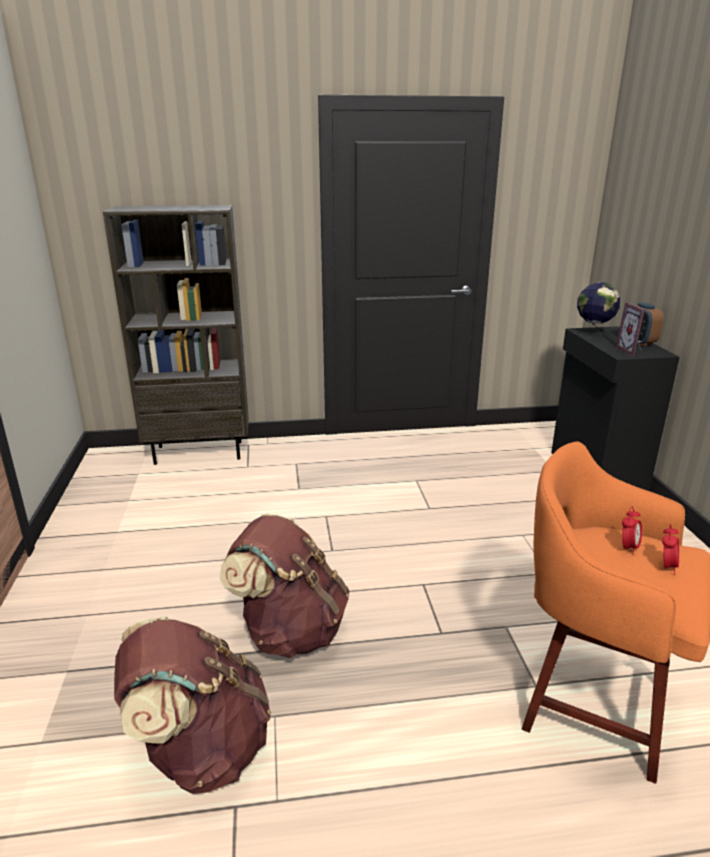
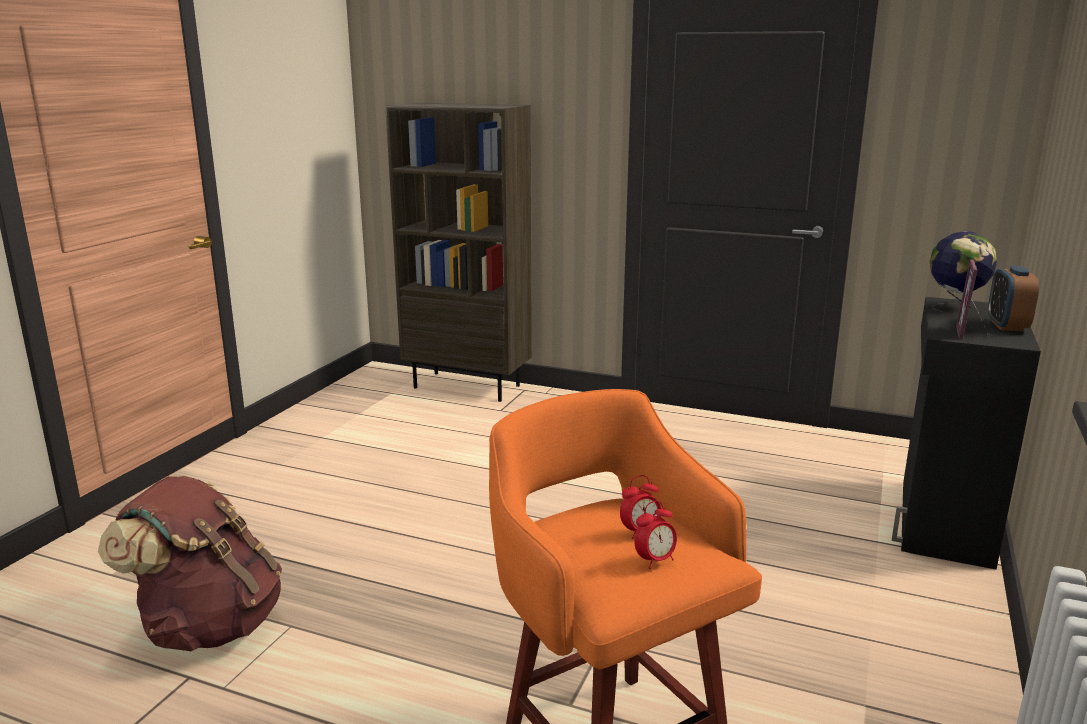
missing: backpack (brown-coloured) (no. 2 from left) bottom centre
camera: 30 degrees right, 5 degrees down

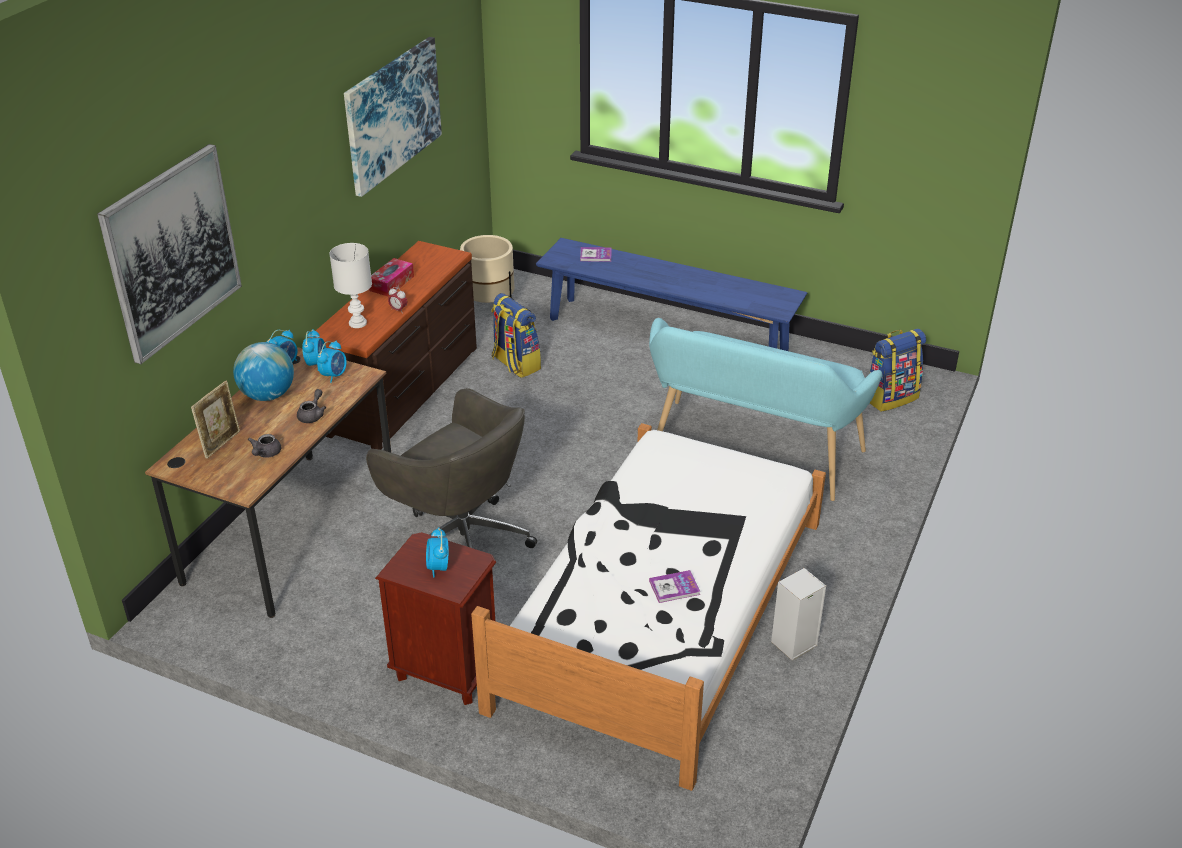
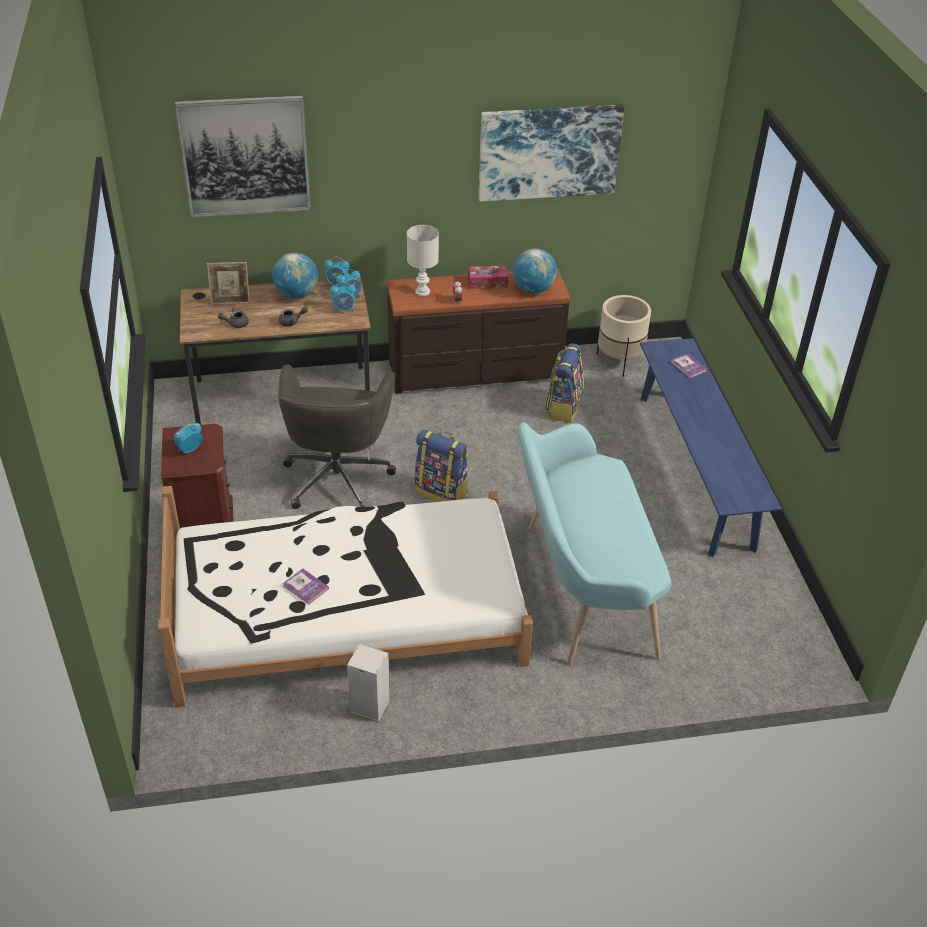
appeared: desk globe (no. 2 from left) top centre
relocated: backpack (no. 2 from left in the first image) middle right to backpack (no. 1 from left) centre
camera: 55 degrees right, 5 degrees up

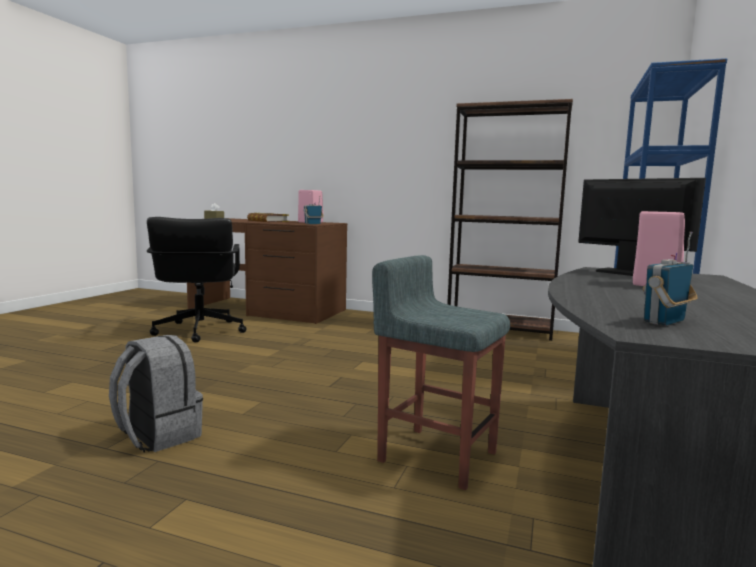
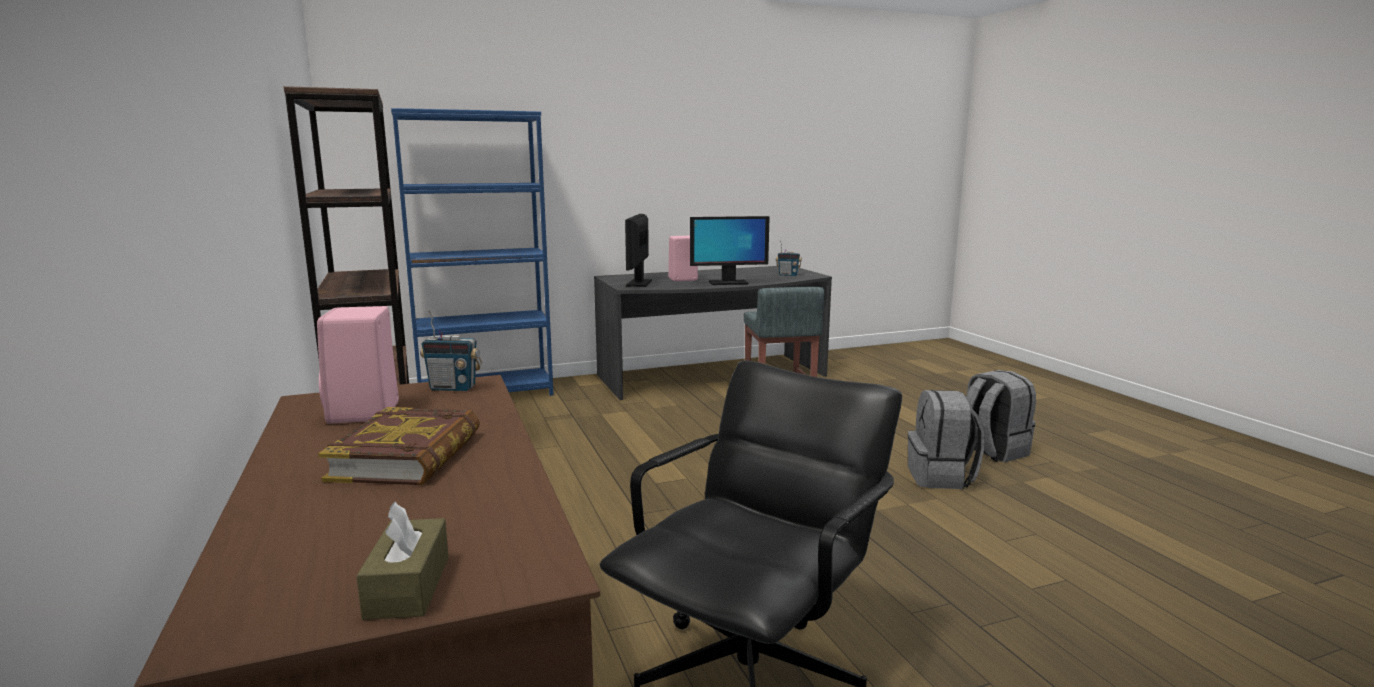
appeared: monitor (no. 2 from left) centre; backpack (gray) (no. 2 from left) middle right
camera: 130 degrees left, 5 degrees up

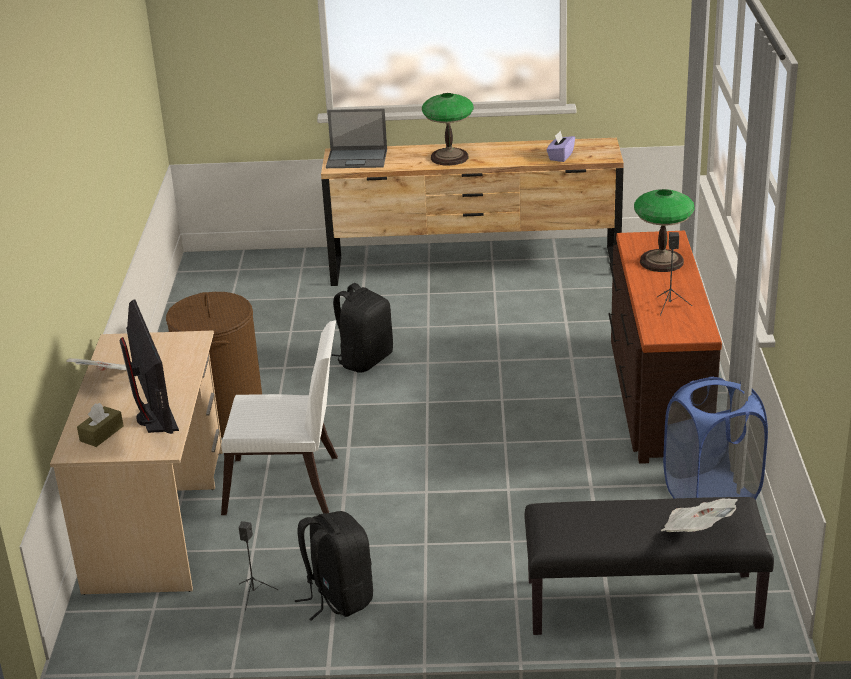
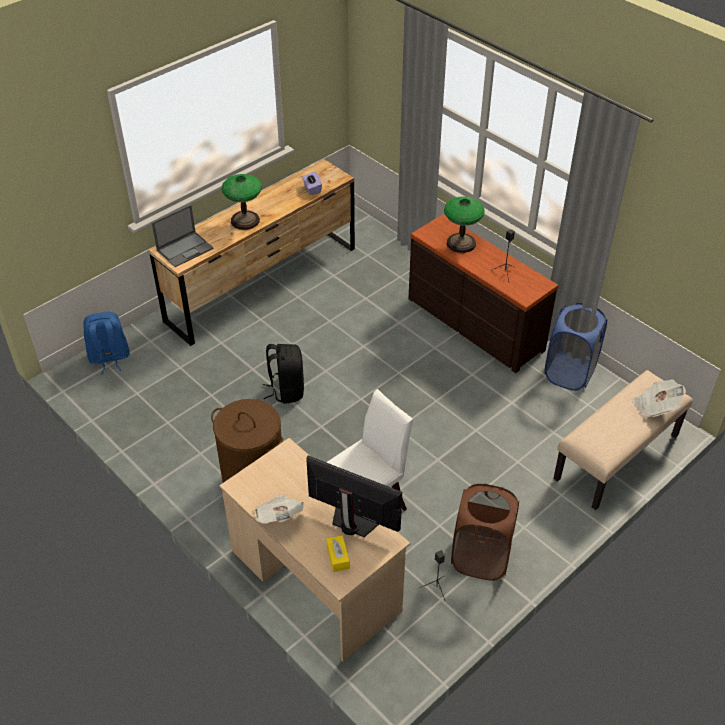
appeared: backpack (blue-coloured) middle left
exchanged: backpack (blackish) (no. 1 from left) bottom centre to laundry basket (brown-coloured) (no. 2 from left) bottom right
colour: box of tissues (brown-coloured) middle left to box of tissues (yellow-coloured) bottom centre; indoor bench (blackish) bottom right to indoor bench (beige) middle right
camera: 45 degrees left, 15 degrees up

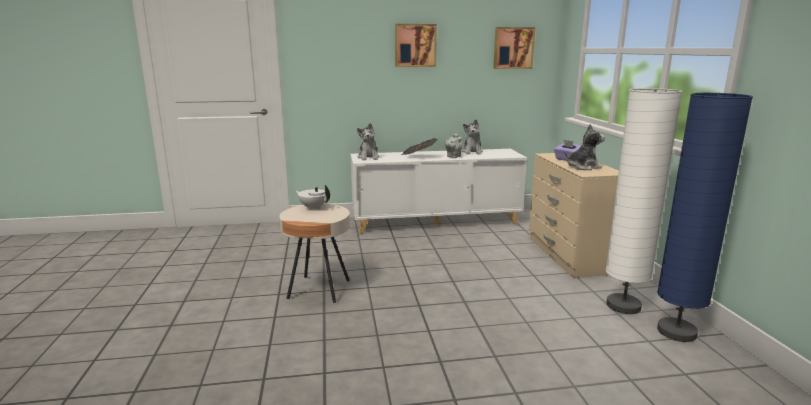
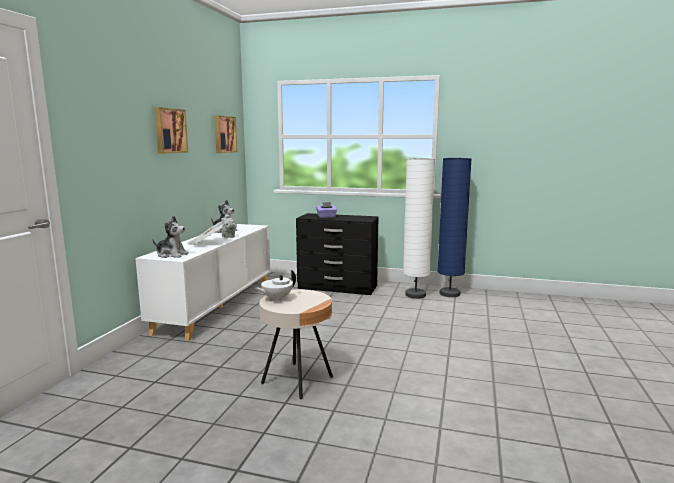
missing: soft toy (no. 3 from left) middle right
colour: dresser (beige) middle right to dresser (blackish) centre
camera: 65 degrees left, 5 degrees down

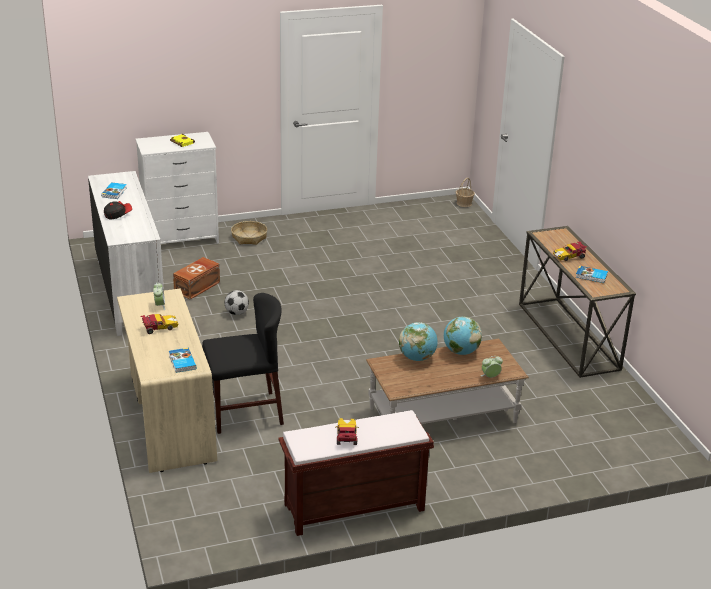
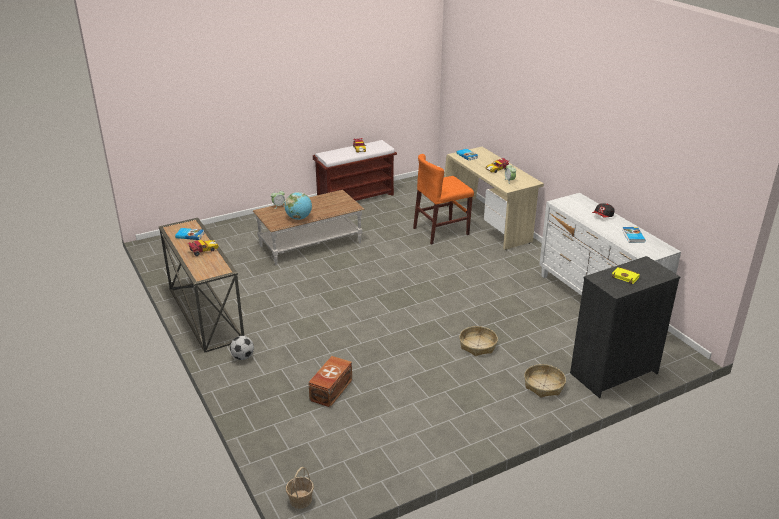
missing: desk globe (no. 1 from left) centre
appeared: household basket (no. 2 from left) centre
relocated: football ball centre to bottom left; storage box (brown-coloured) middle left to bottom centre
colour: plain chair (blackish) centre to plain chair (orange-coloured) centre; dresser (white-coloured) (no. 2 from left) top left to dresser (blackish) middle right
camera: 170 degrees right, 0 degrees up

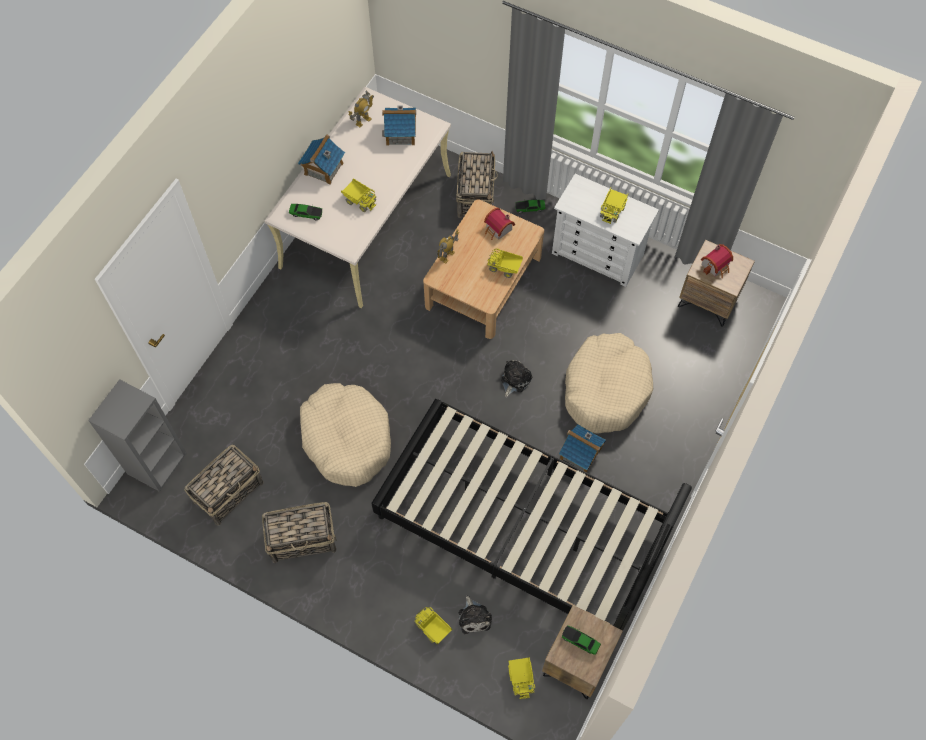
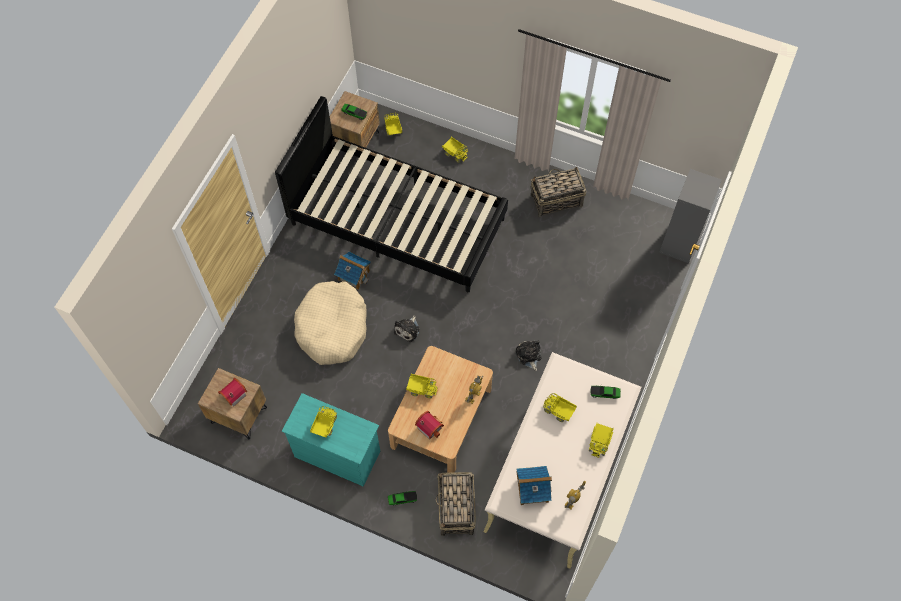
missing: household basket (no. 1 from left) middle left; dog bed (beige) (no. 1 from left) centre
relocated: soft toy (no. 1 from left in the first image) bottom centre to soft toy (no. 2 from left) centre
exchanged: model house (no. 1 from left) top centre to toy truck (no. 6 from left) bottom right
colour: dresser (white-coloured) top centre to dresser (blue-green) bottom centre
camera: 175 degrees right, 0 degrees up

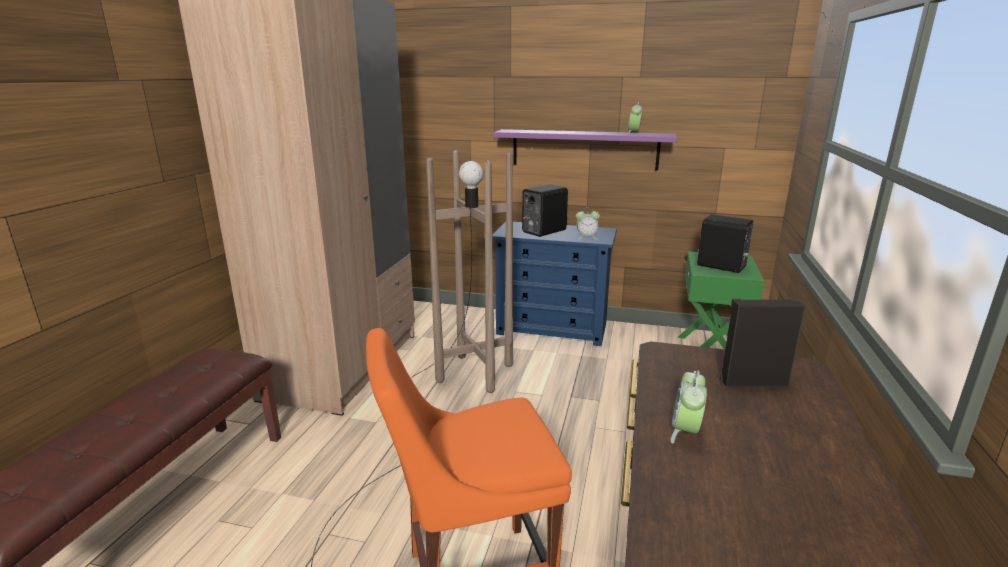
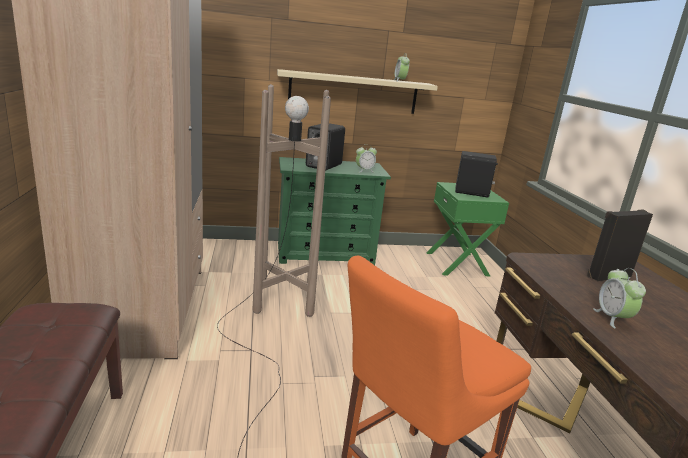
colour: wall shelf (purple) top centre to wall shelf (beige) top centre; dresser (blue-coloured) centre to dresser (green-coloured) centre
camera: 25 degrees left, 0 degrees up

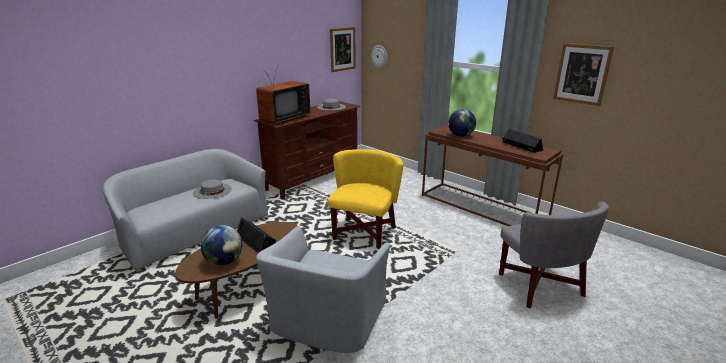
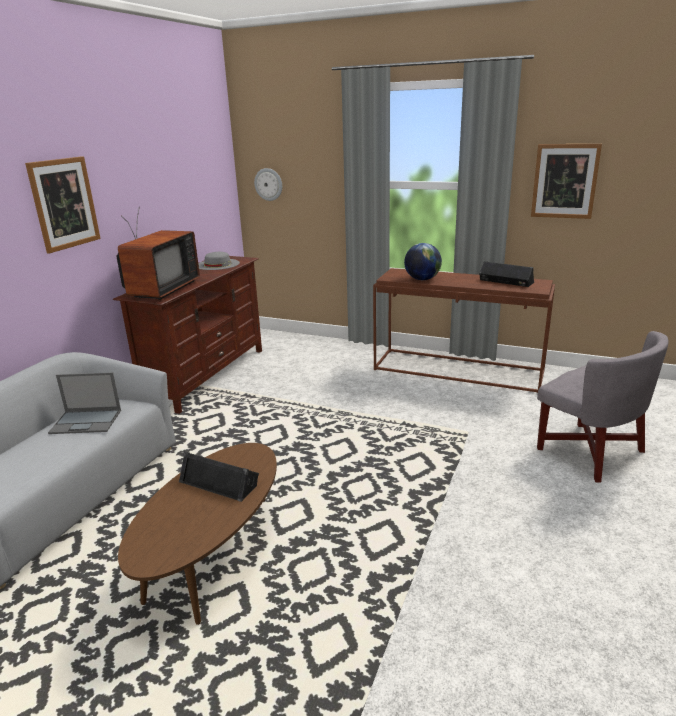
missing: desk globe (no. 1 from left) bottom left; easy chair (gray) (no. 1 from left) bottom centre; easy chair (yellow-coloured) centre
relocated: wall picture (no. 1 from left) top centre to top left
exchanged: clothing hat (gray) (no. 1 from left) middle left to portable computer middle left
camera: 20 degrees left, 0 degrees up

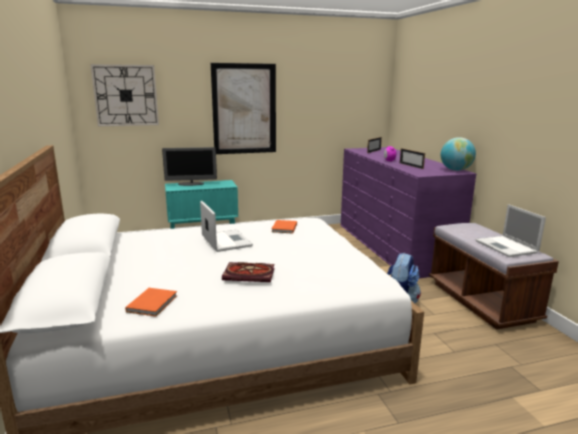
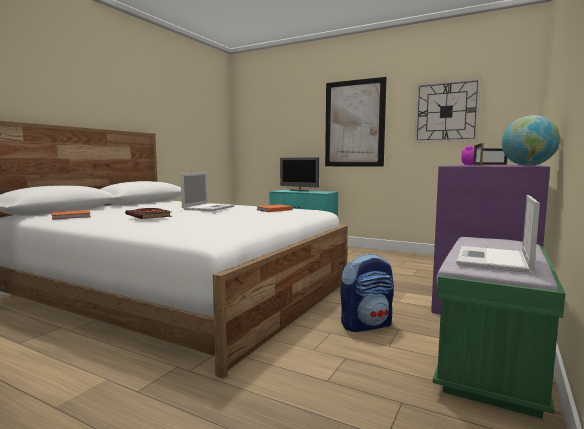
relocated: wall clock top left to top right
colour: indoor bench (brown-coloured) middle right to indoor bench (green-coloured) bottom right
camera: 45 degrees right, 10 degrees down

